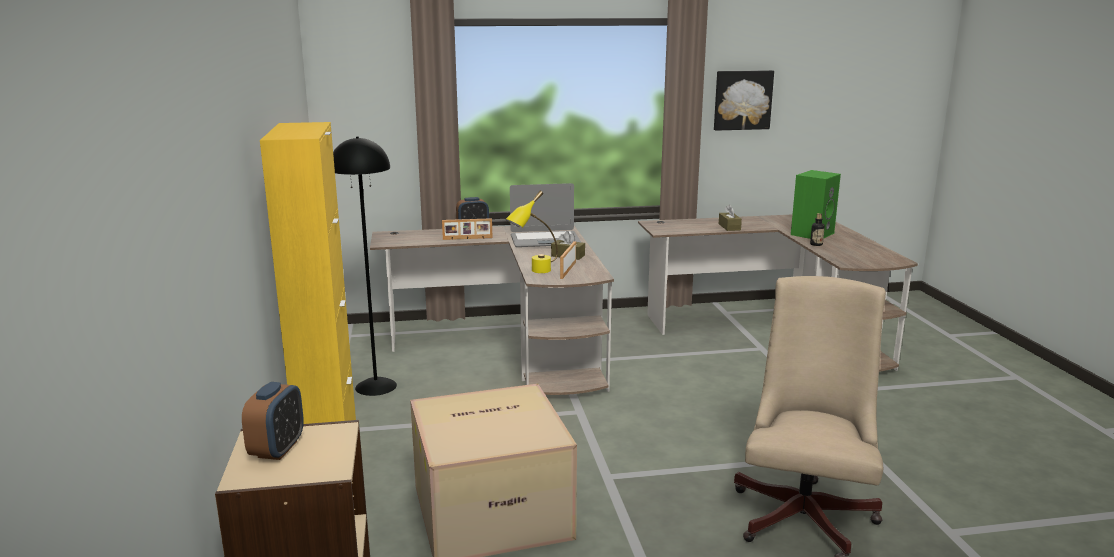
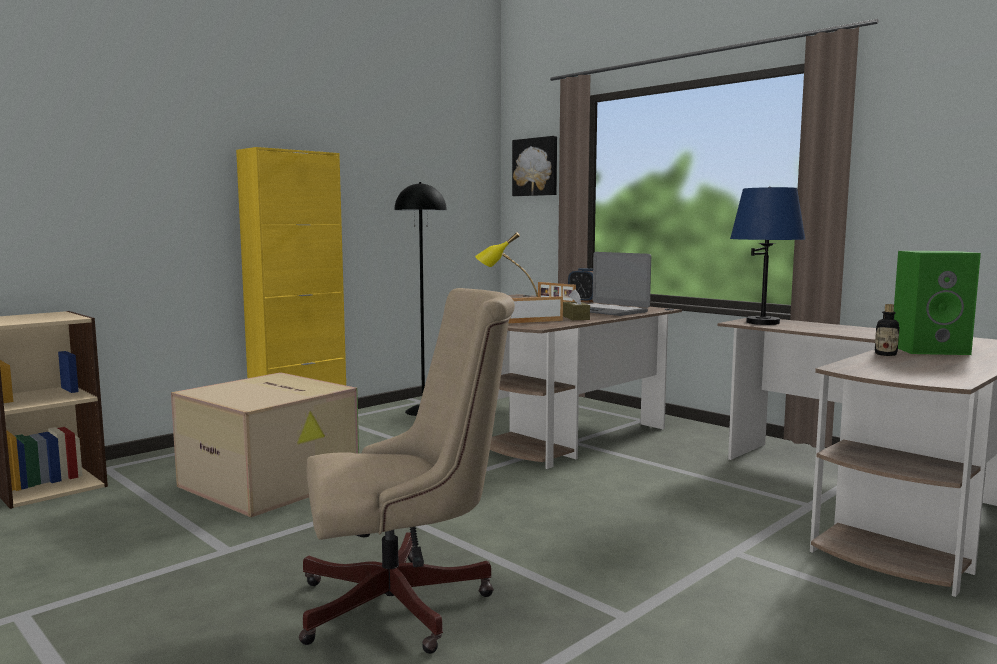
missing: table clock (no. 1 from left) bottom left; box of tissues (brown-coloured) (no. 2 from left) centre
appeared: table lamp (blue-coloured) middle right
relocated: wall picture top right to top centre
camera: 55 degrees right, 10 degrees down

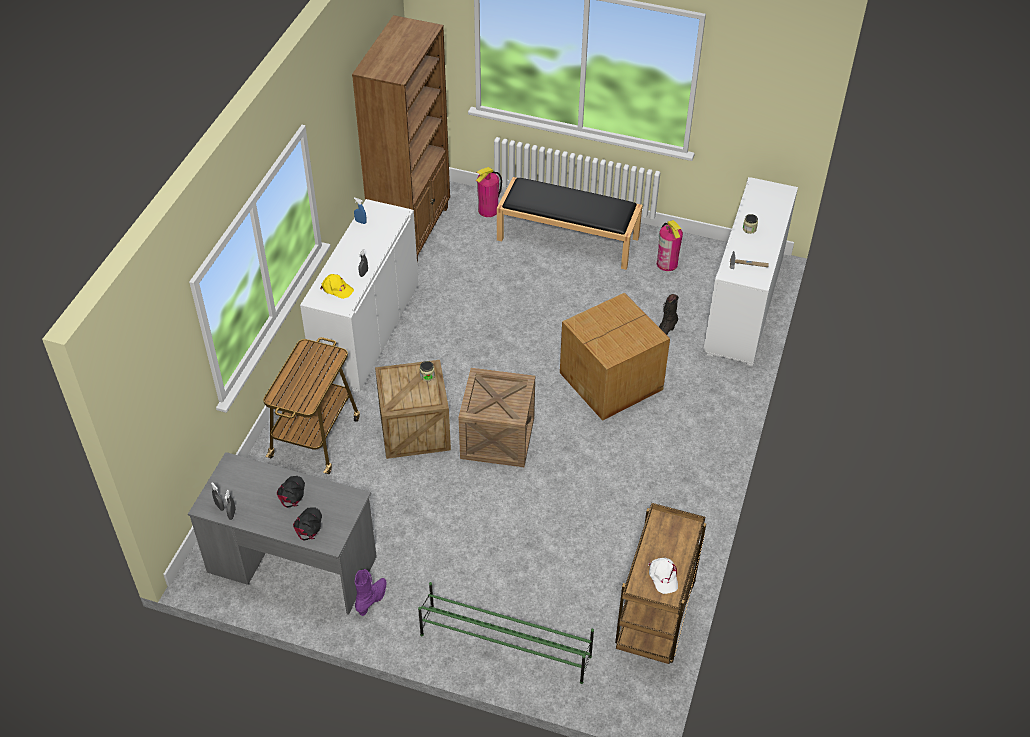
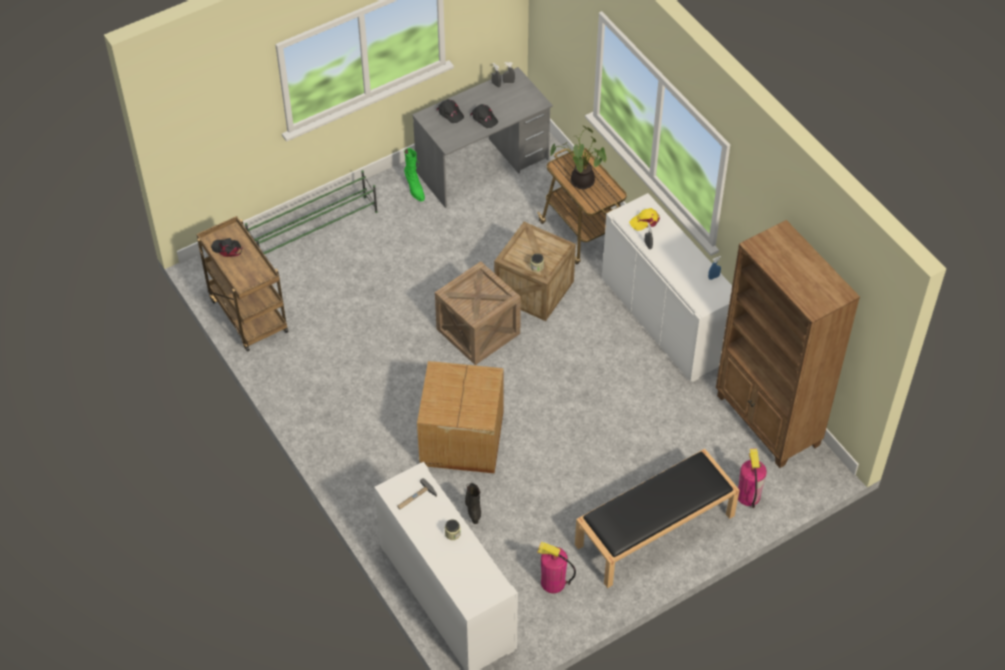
appeared: plant in a pot top centre
colour: baseball cap (white-coloured) bottom centre to baseball cap (blackish) (no. 1 from left) middle left; boot (purple) bottom centre to boot (green-coloured) top centre
camera: 130 degrees right, 5 degrees up

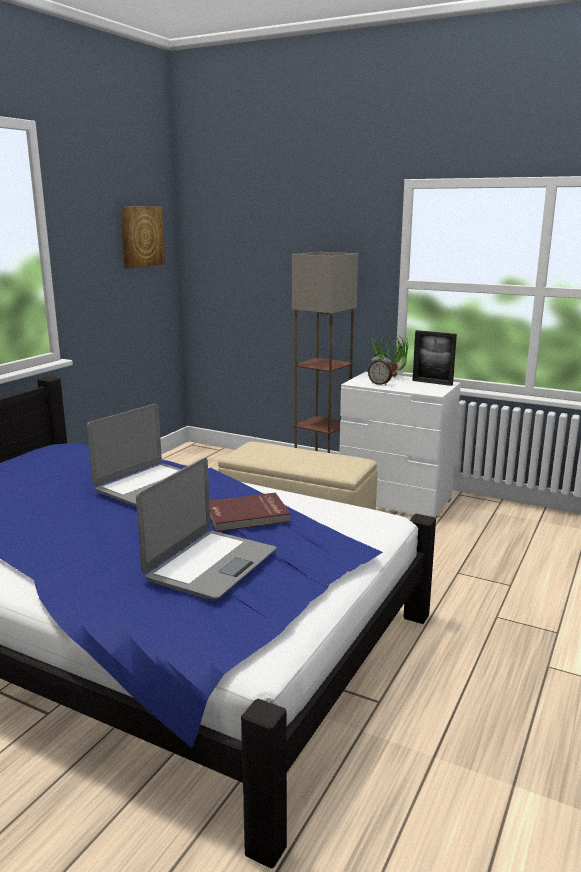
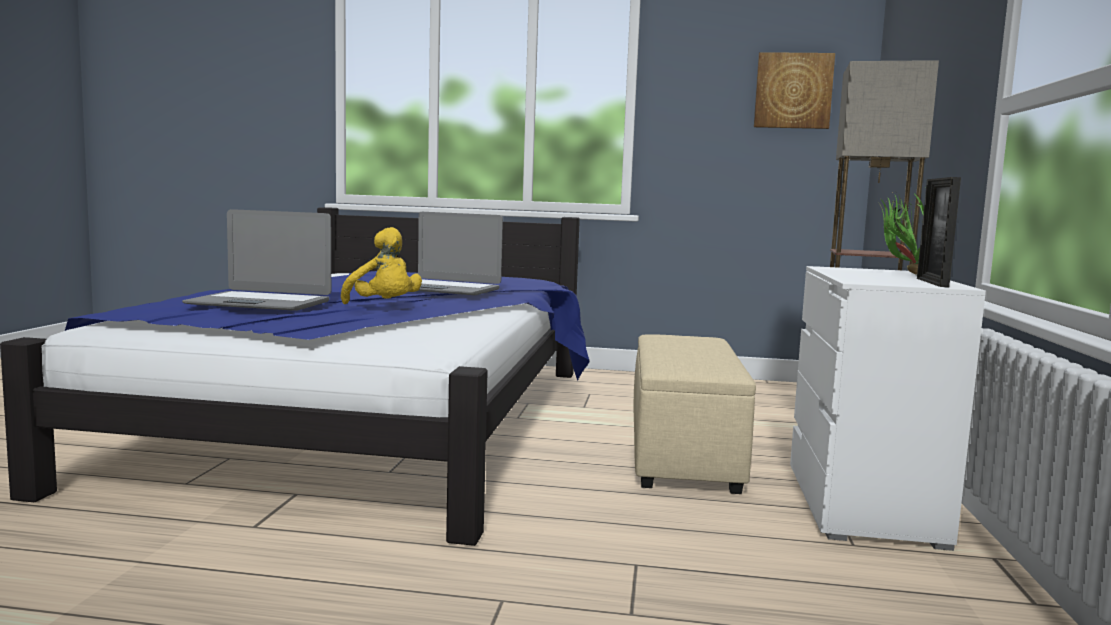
missing: table clock centre
exchanged: volume (reddish) centre to soft toy (yellow-coloured) centre
camera: 70 degrees right, 10 degrees down

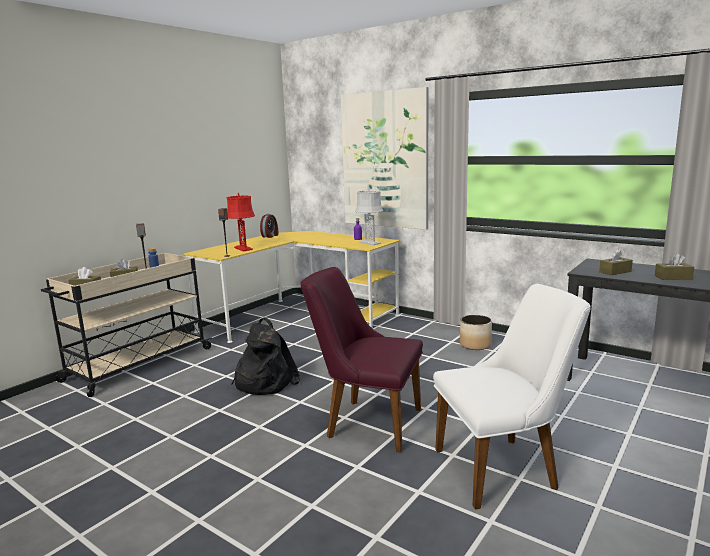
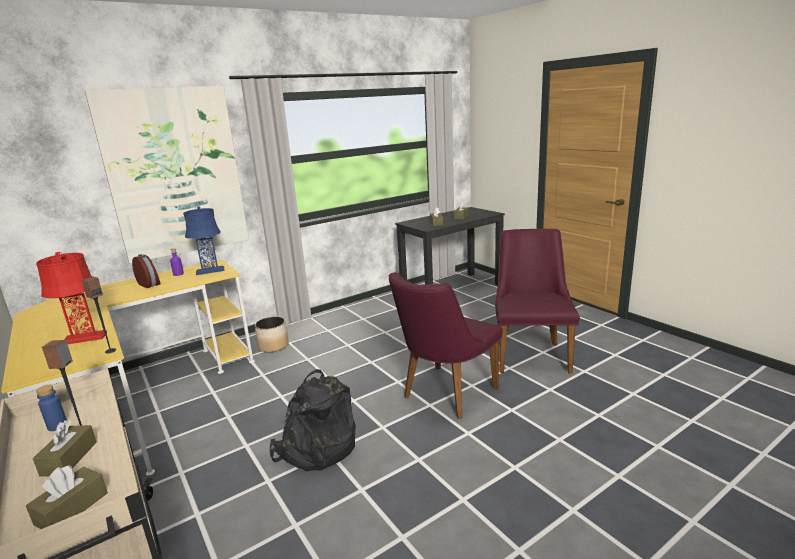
relocated: table clock centre to middle left; flower pot middle right to centre
colour: table lamp (gray) centre to table lamp (blue-coloured) middle left; plain chair (white-coloured) bottom right to plain chair (purple) (no. 2 from left) middle right
camera: 70 degrees left, 5 degrees up

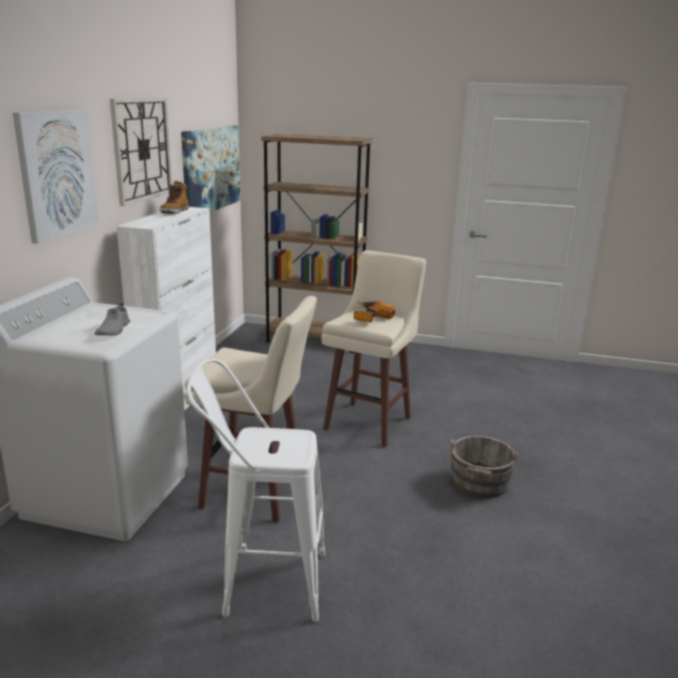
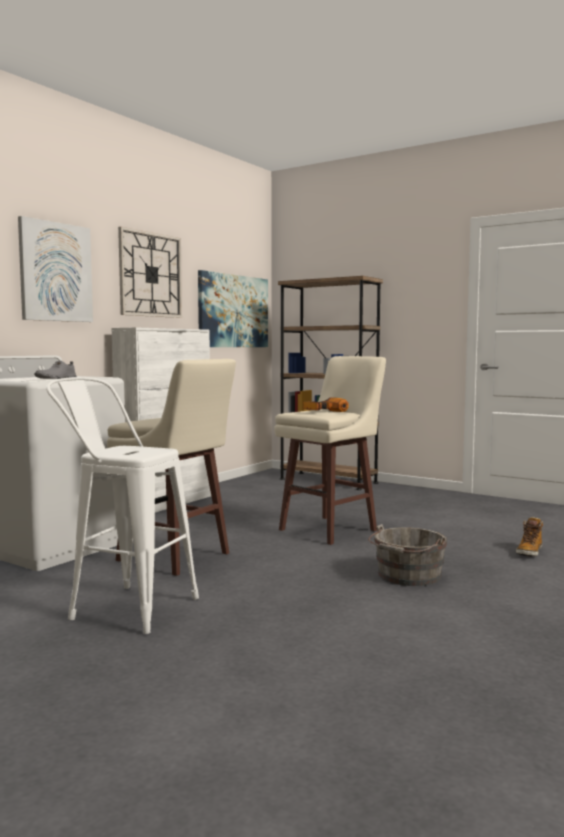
relocated: boot top left to middle right
camera: 20 degrees right, 15 degrees down

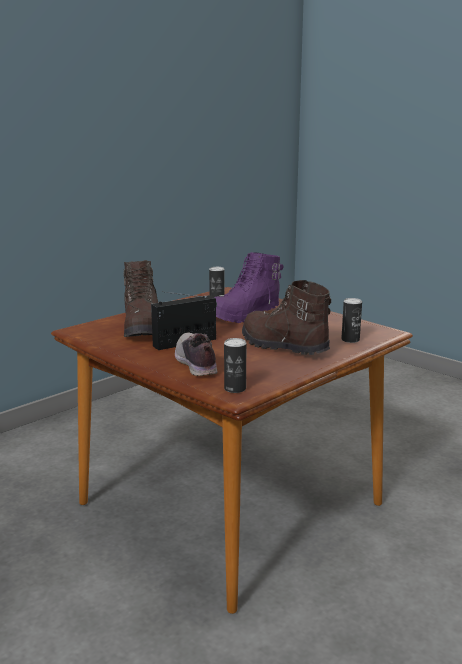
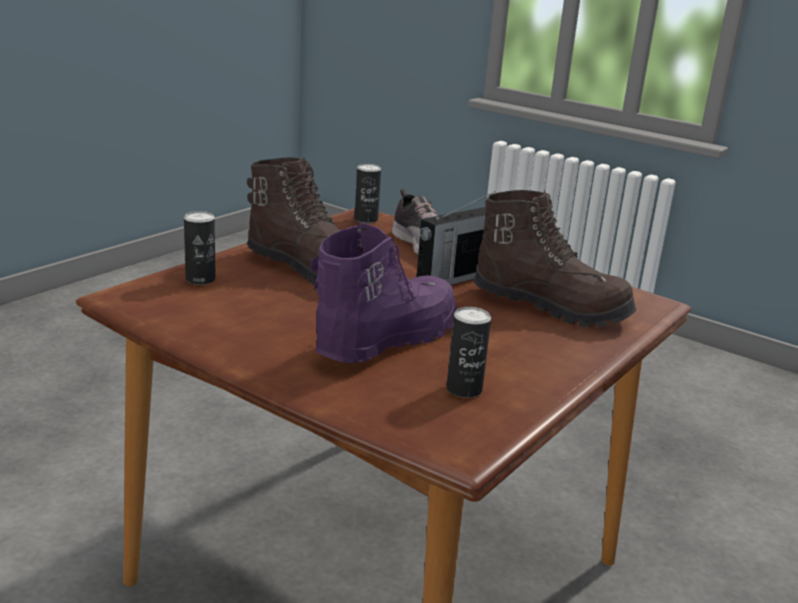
spun: boot (brown-coloured) (no. 1 from left in the first image) middle left = middle right 135 degrees clockwise
camera: 170 degrees right, 5 degrees up

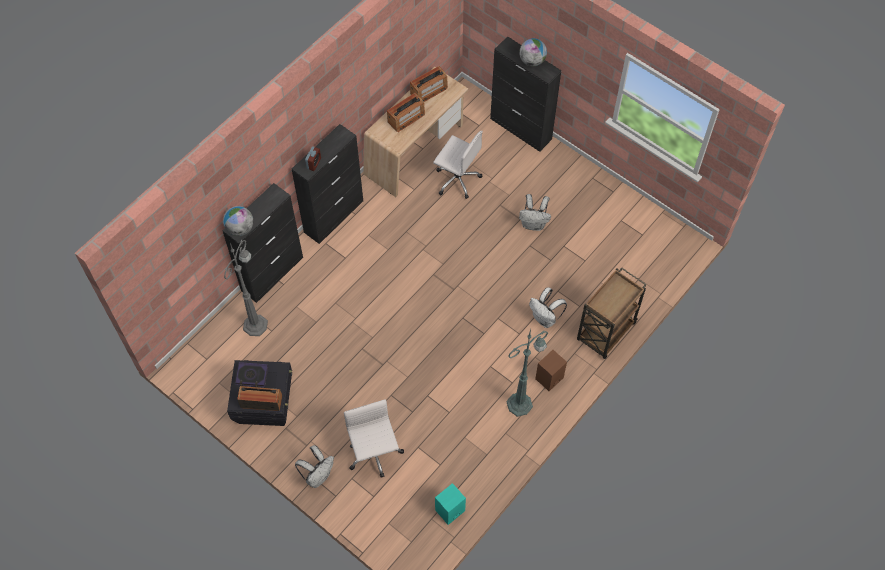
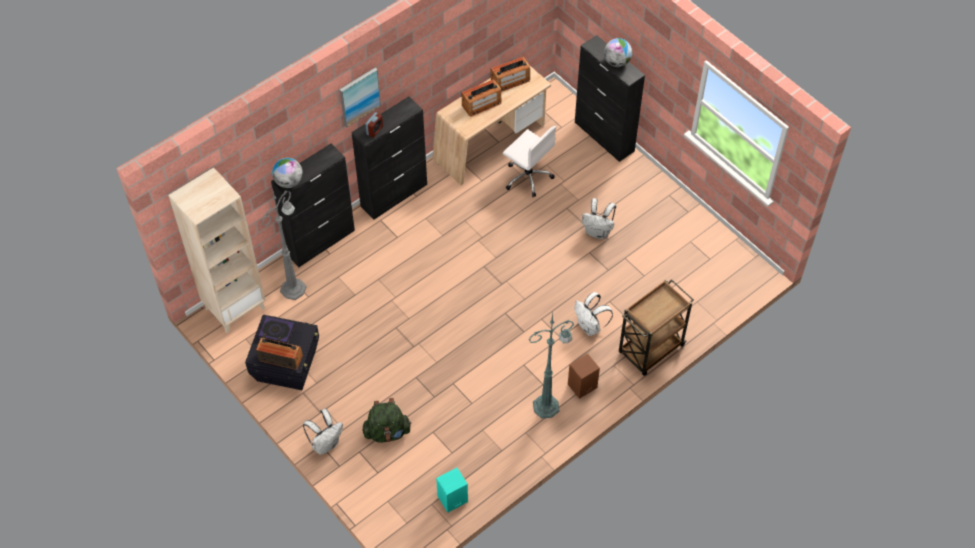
appeared: bookshelf (beige) middle left; wall picture top centre
exchanged: computer chair (white-coloured) (no. 1 from left) bottom centre to backpack (green-coloured) bottom centre
camera: 10 degrees right, 5 degrees down

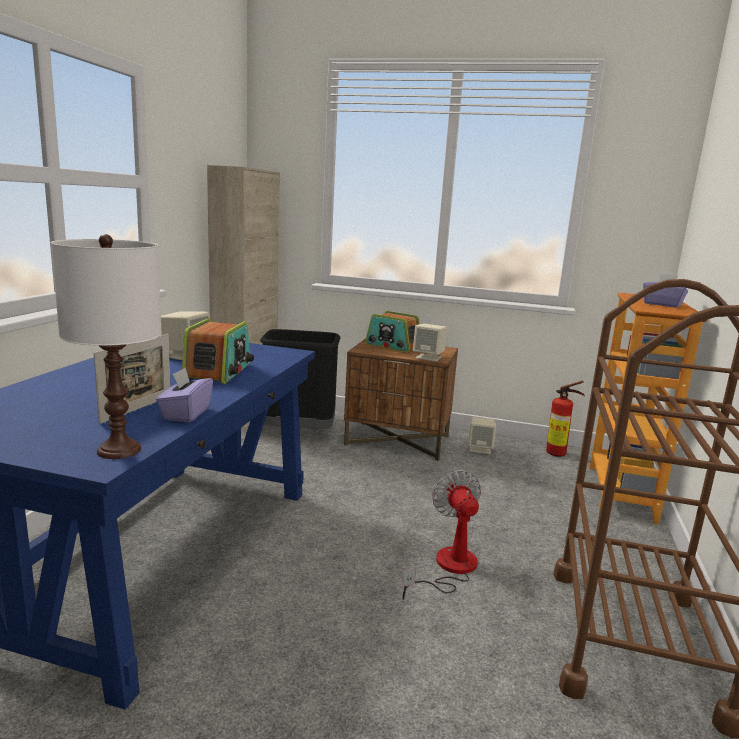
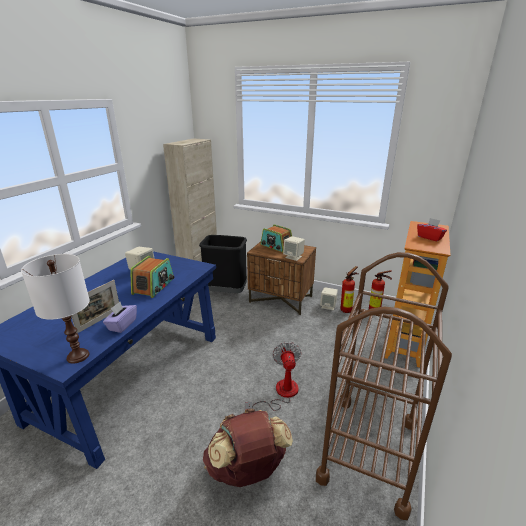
appeared: backpack (brown-coloured) bottom centre; extinguisher (no. 1 from left) centre
colour: box of tissues (purple) (no. 2 from left) middle right to box of tissues (reddish) middle right
camera: 10 degrees right, 10 degrees up

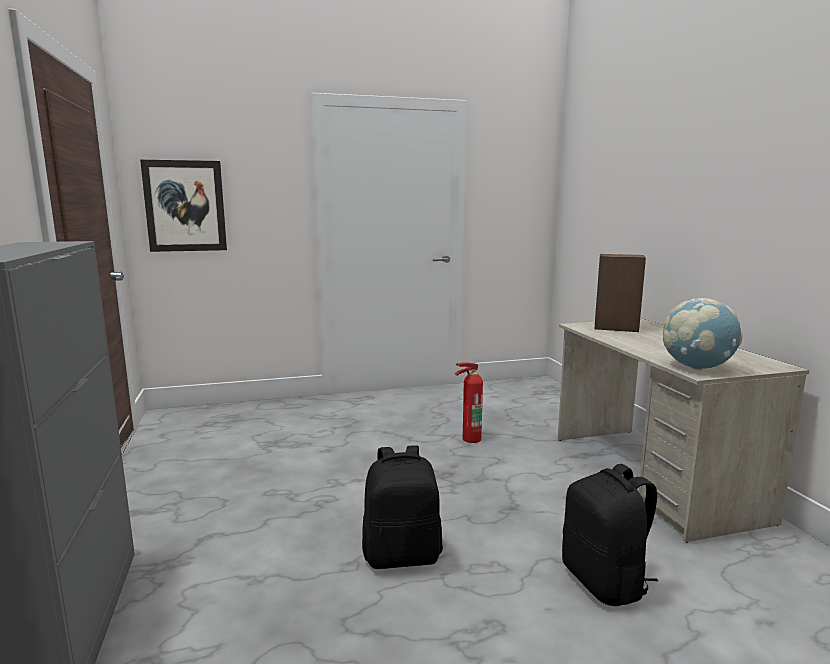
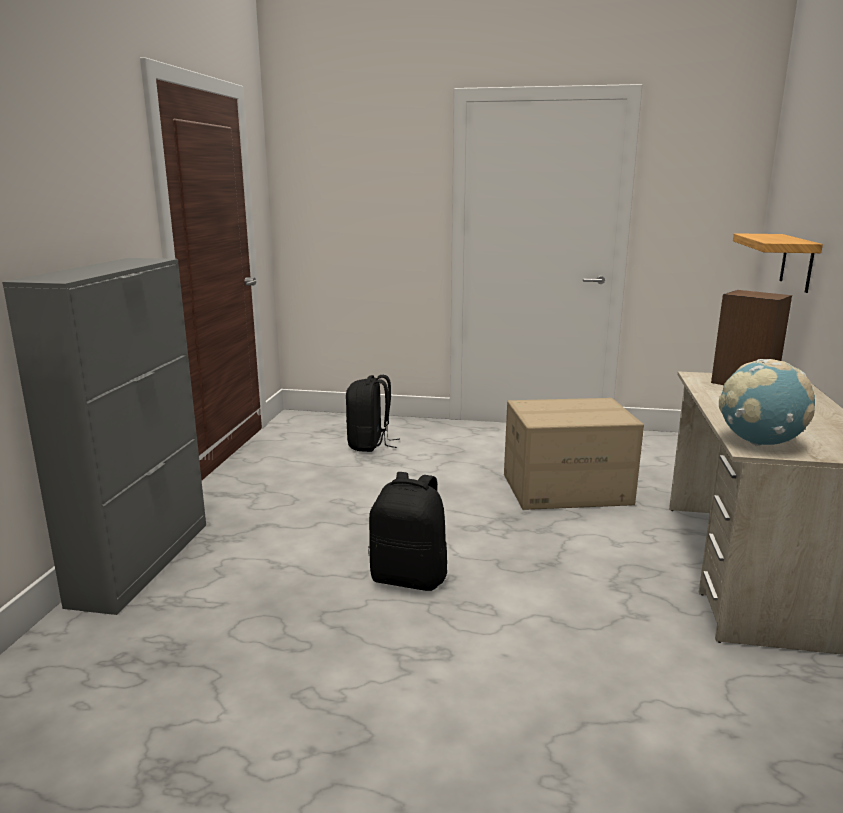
missing: wall picture top left
appeared: wall shelf top right
relocated: backpack (blackish) (no. 2 from left in the first image) bottom right to backpack (blackish) (no. 1 from left) centre
exchanged: extinguisher centre to packing box middle right
camera: 25 degrees right, 5 degrees up

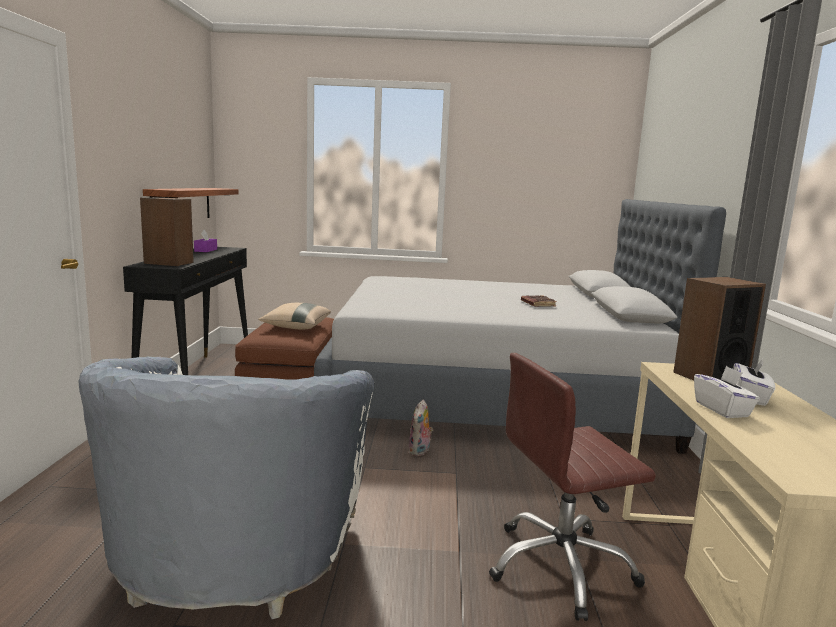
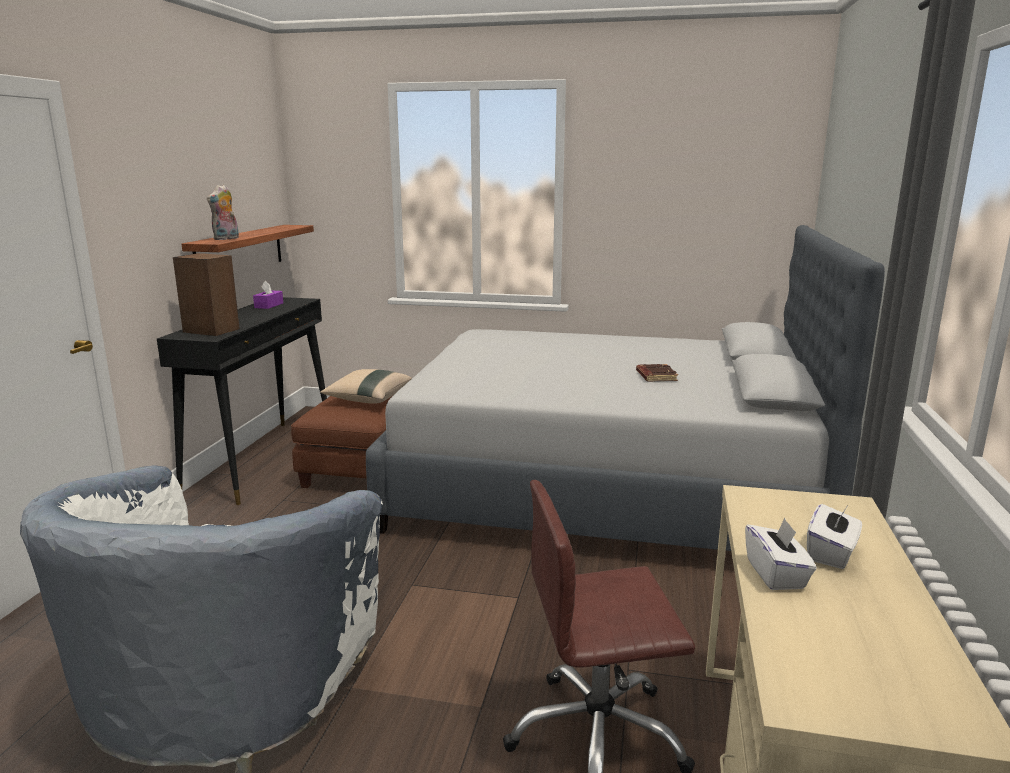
missing: speaker (no. 2 from left) middle right
relocated: soft toy bottom centre to top left
camera: 10 degrees right, 5 degrees up

